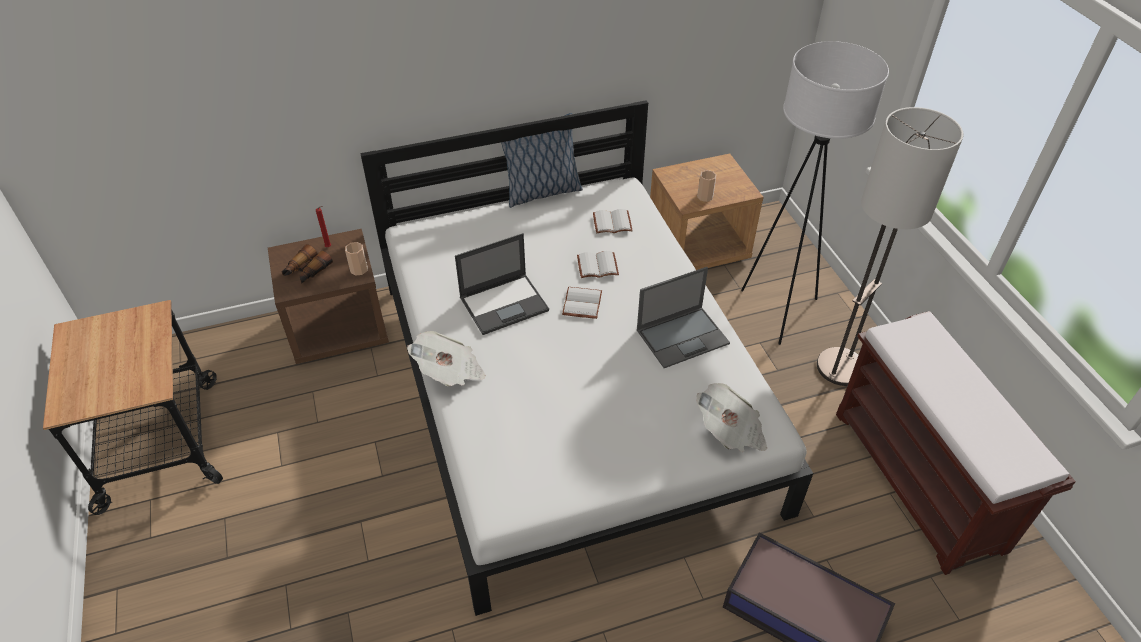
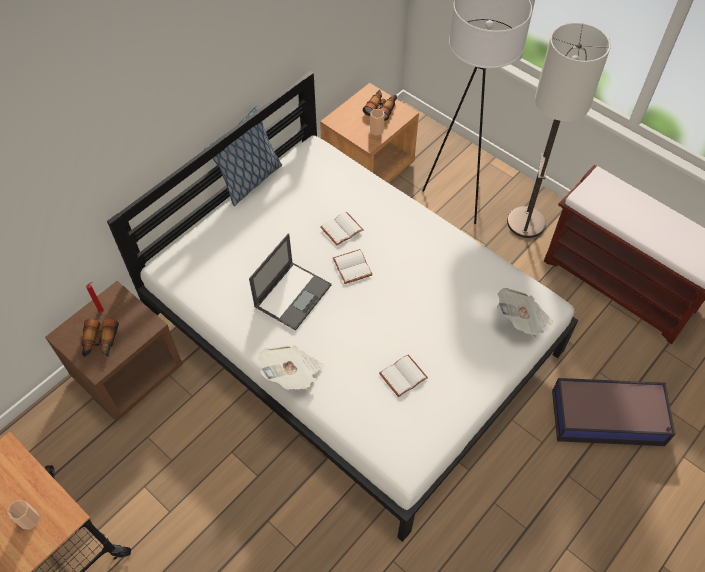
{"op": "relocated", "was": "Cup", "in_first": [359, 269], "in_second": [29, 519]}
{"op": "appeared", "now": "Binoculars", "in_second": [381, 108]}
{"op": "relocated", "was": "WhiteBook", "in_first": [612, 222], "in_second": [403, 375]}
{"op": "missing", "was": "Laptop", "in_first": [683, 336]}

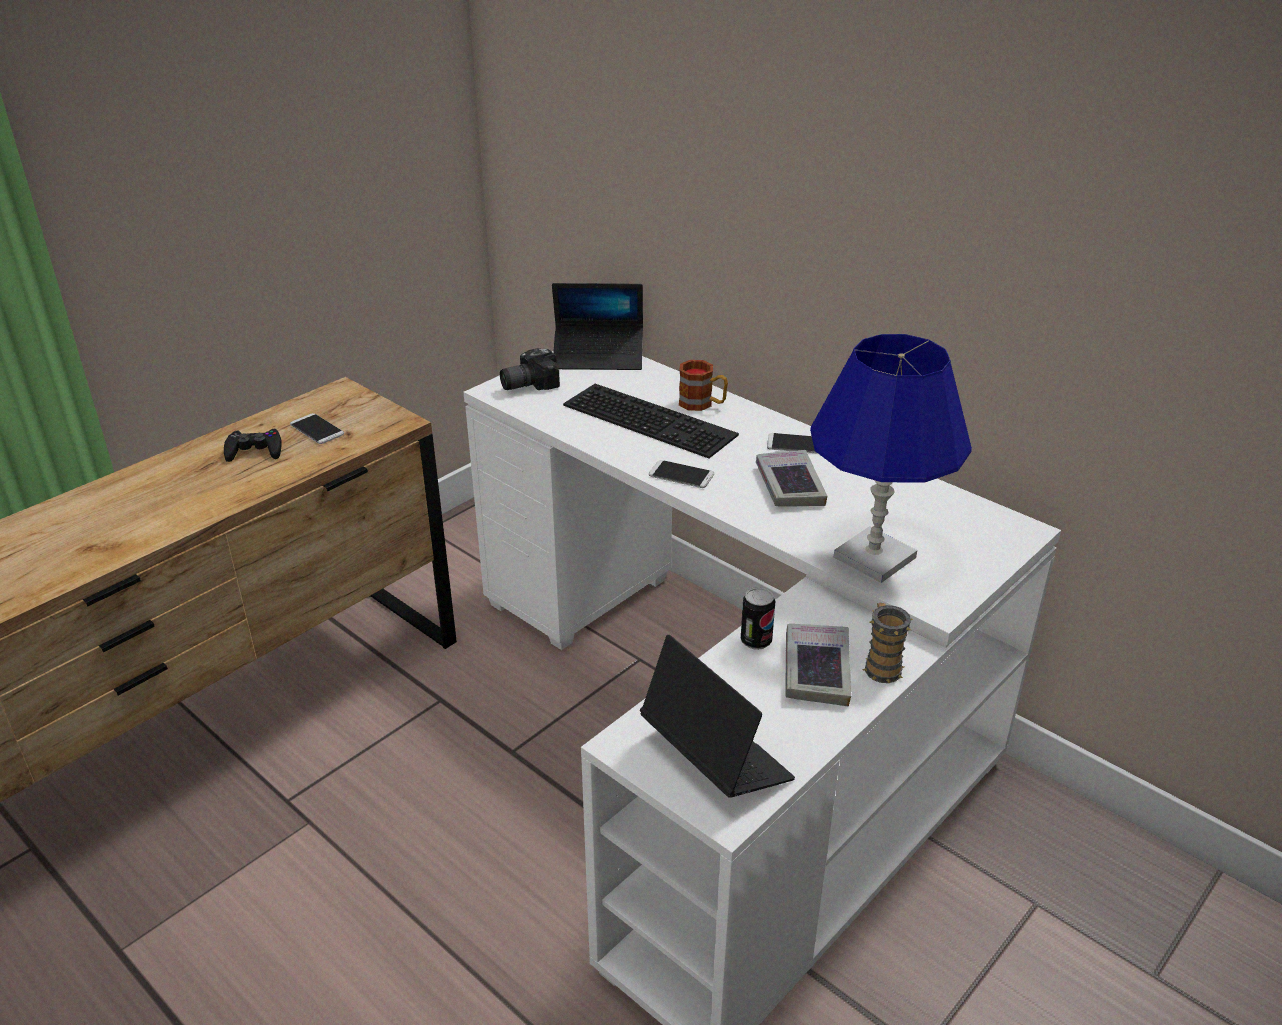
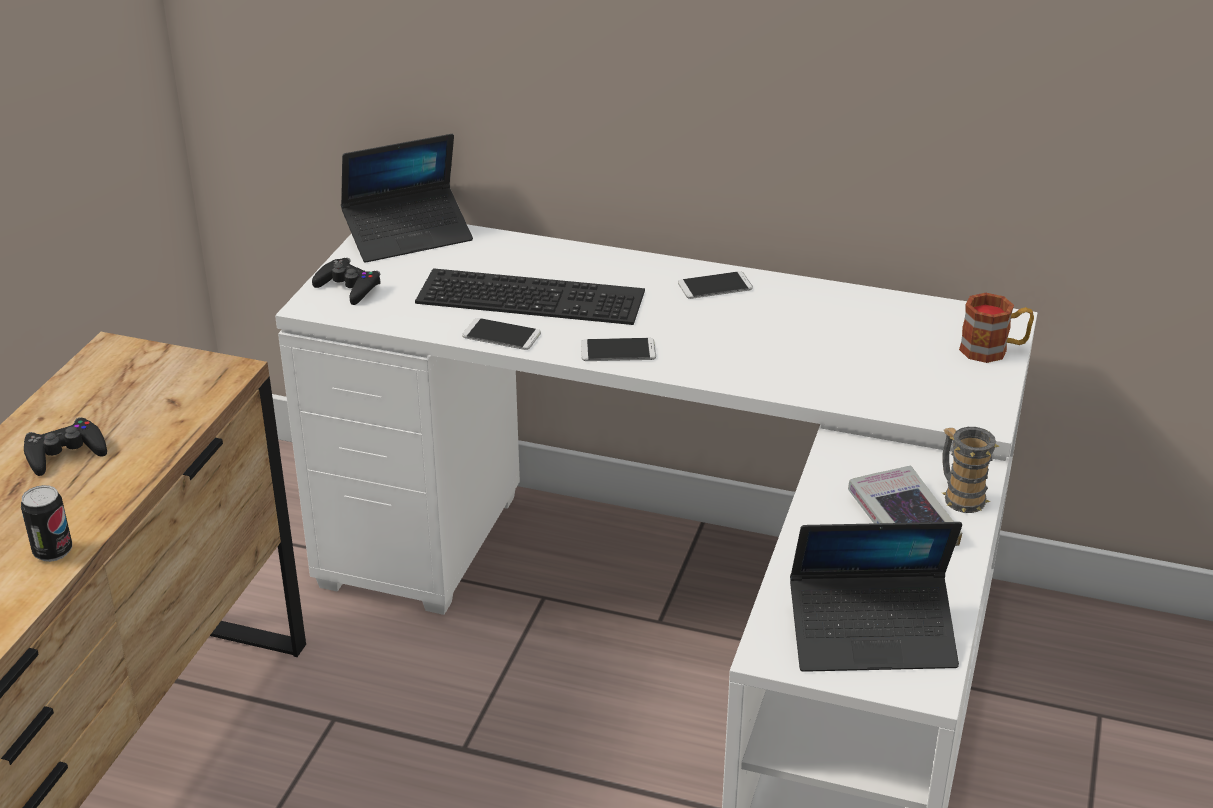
{"op": "relocated", "was": "Can", "in_first": [756, 641], "in_second": [53, 551]}
{"op": "exchanged", "was": "PhotoCamera", "now": "BlackGameController", "in_first": [527, 384], "in_second": [348, 287]}
{"op": "relocated", "was": "Phone", "in_first": [317, 429], "in_second": [501, 335]}
{"op": "spun", "was": "Laptop", "in_first": [715, 757], "in_second": [872, 635], "clockwise": 150}
{"op": "relocated", "was": "Mug", "in_first": [702, 404], "in_second": [993, 350]}
{"op": "missing", "was": "Book", "in_first": [789, 485]}
{"op": "missing", "was": "BlueTableLamp", "in_first": [873, 557]}

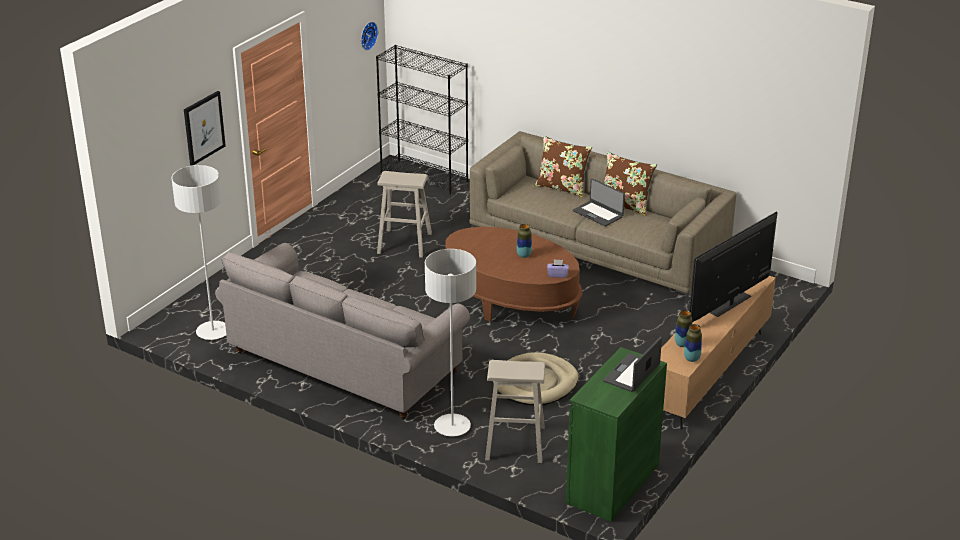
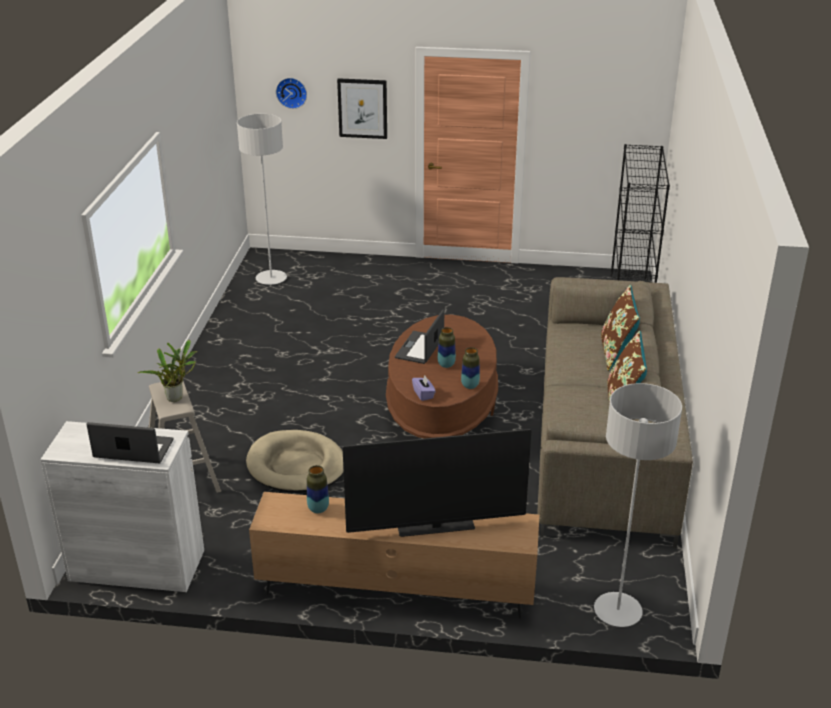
{"op": "colour", "was": "GreenCabinet", "now": "WhiteCabinet", "in_first": [613, 483], "in_second": [137, 565]}
{"op": "appeared", "now": "PottedPlant", "in_second": [177, 397]}
{"op": "relocated", "was": "WallClock", "in_first": [367, 35], "in_second": [292, 92]}
{"op": "spun", "was": "Television", "in_first": [730, 305], "in_second": [436, 528], "clockwise": 150}
{"op": "relocated", "was": "Laptop", "in_first": [598, 213], "in_second": [420, 348]}
{"op": "relocated", "was": "Vase", "in_first": [691, 359], "in_second": [470, 386]}
{"op": "relocated", "was": "GreyFloorLamp", "in_first": [452, 426], "in_second": [617, 611]}
{"op": "missing", "was": "GreySofa", "in_first": [345, 362]}
{"op": "missing", "was": "BeigeStool", "in_first": [405, 243]}

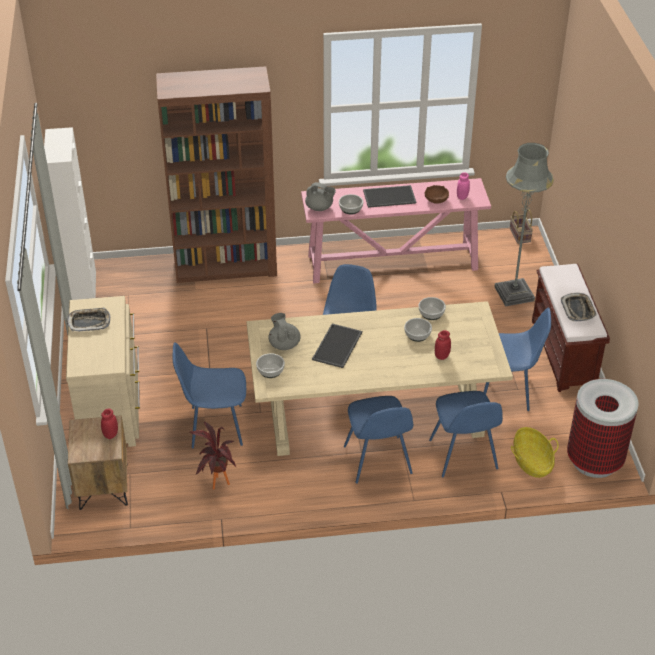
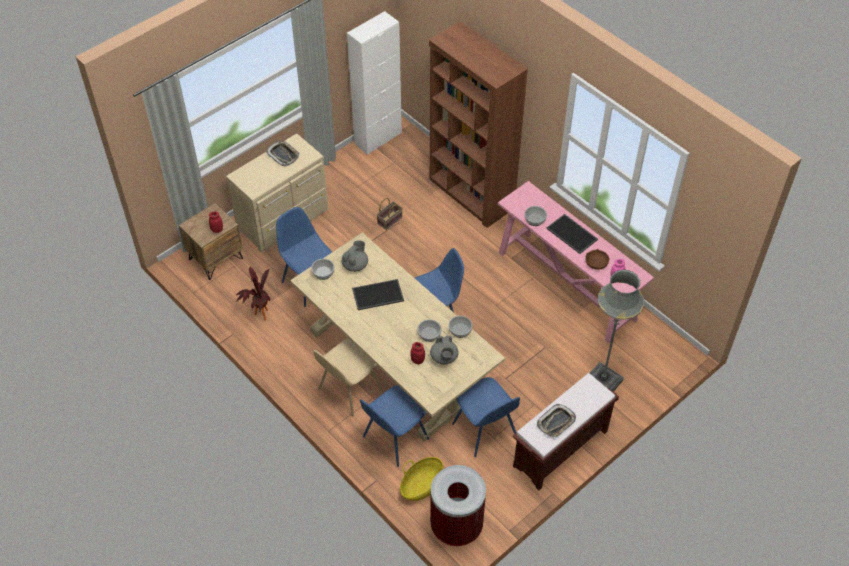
{"op": "colour", "was": "BlueChair", "now": "BeigeChair", "in_first": [378, 461], "in_second": [349, 390]}
{"op": "relocated", "was": "Basket", "in_first": [519, 235], "in_second": [389, 220]}
{"op": "relocated", "was": "GreyTeapot", "in_first": [319, 208], "in_second": [444, 357]}

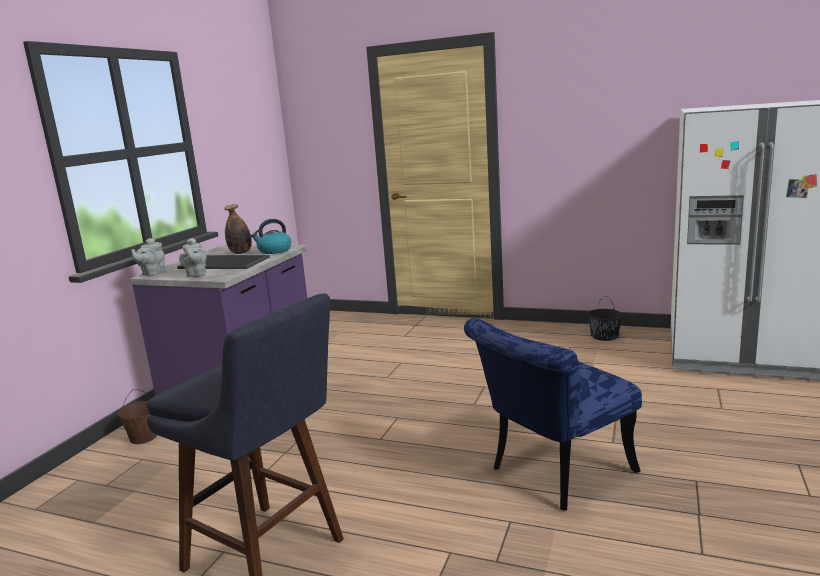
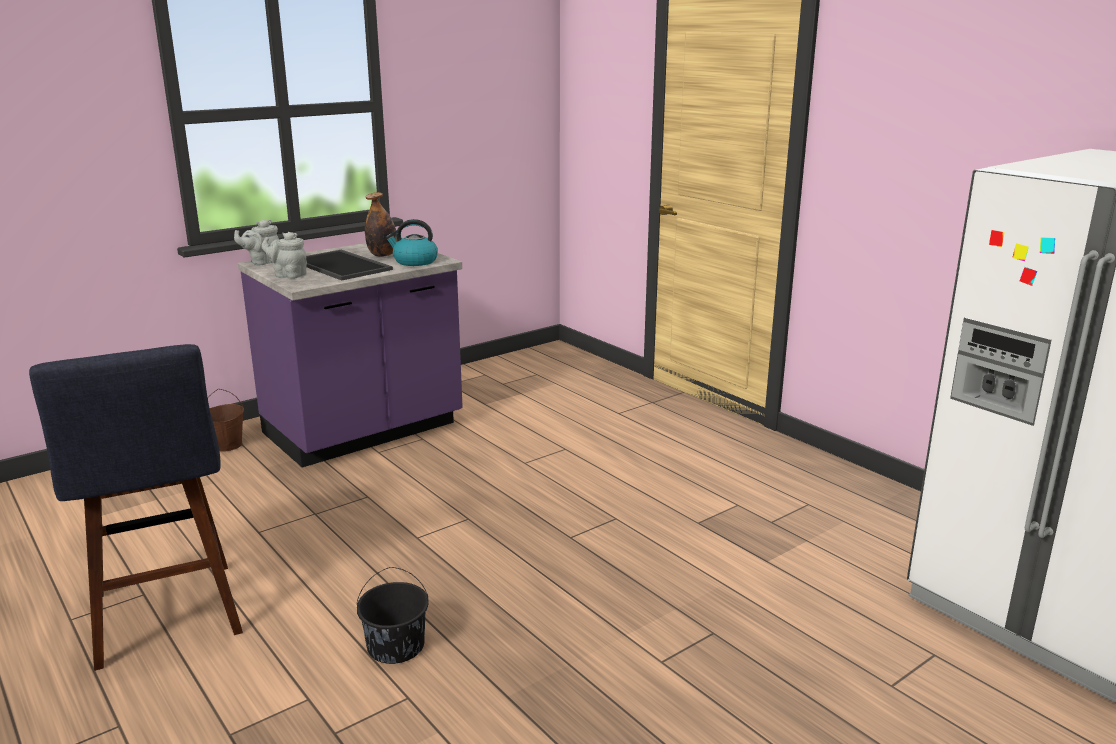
{"op": "spun", "was": "GreyTeapot", "in_first": [196, 275], "in_second": [288, 275], "clockwise": 90}
{"op": "relocated", "was": "BlackBucket", "in_first": [604, 336], "in_second": [395, 646]}
{"op": "missing", "was": "BlueChair", "in_first": [552, 473]}

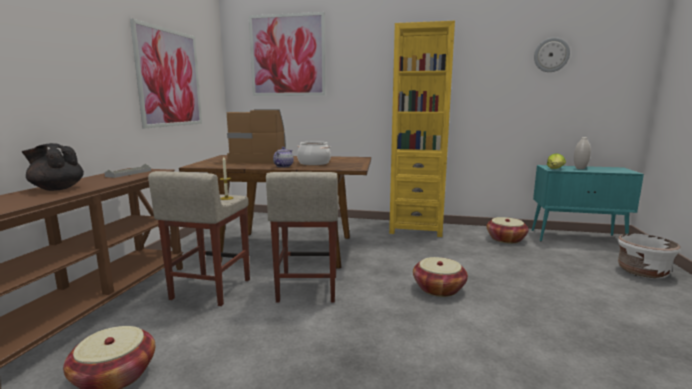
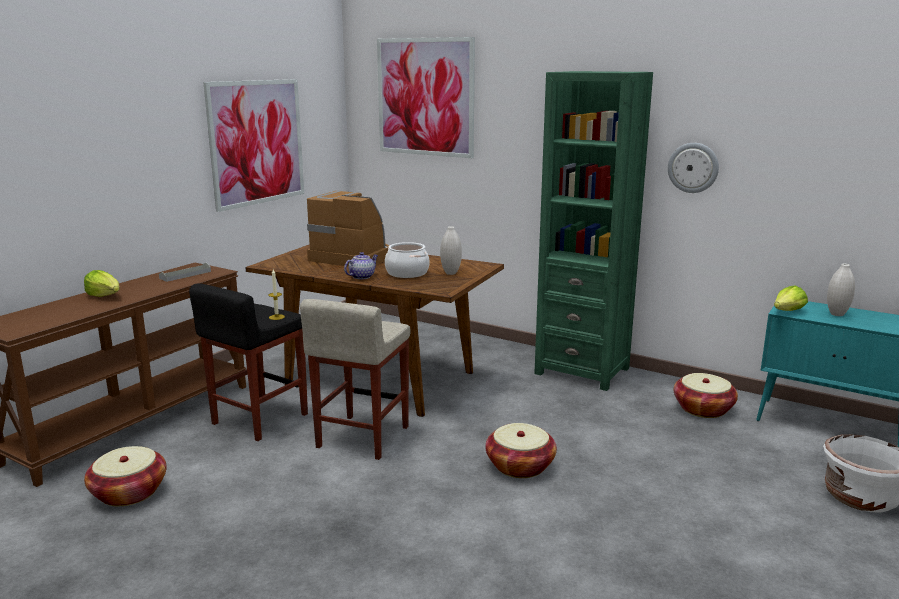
{"op": "exchanged", "was": "BlackTeapot", "now": "Lettuce", "in_first": [57, 188], "in_second": [105, 296]}
{"op": "colour", "was": "BeigeStool", "now": "BlackStool", "in_first": [210, 289], "in_second": [259, 419]}
{"op": "appeared", "now": "WhiteVase", "in_second": [451, 273]}
{"op": "colour", "was": "YellowBookcase", "now": "GreenBookcase", "in_first": [416, 228], "in_second": [582, 371]}
{"op": "relocated", "was": "WallClock", "in_first": [551, 55], "in_second": [693, 167]}

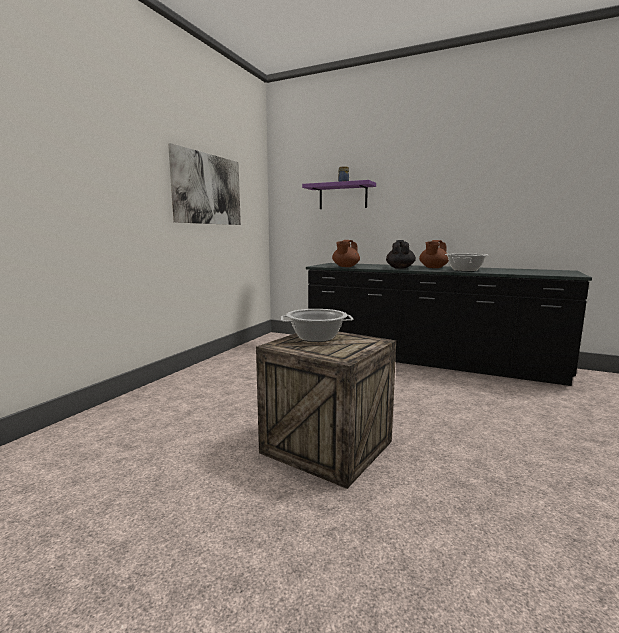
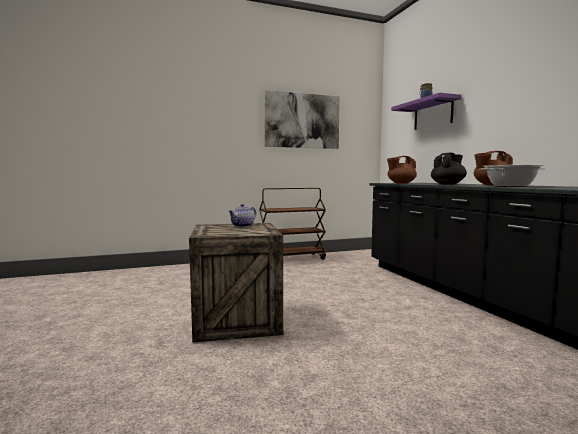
{"op": "exchanged", "was": "CookingPot", "now": "Teapot", "in_first": [316, 337], "in_second": [243, 226]}
{"op": "appeared", "now": "BrownCart", "in_second": [292, 258]}

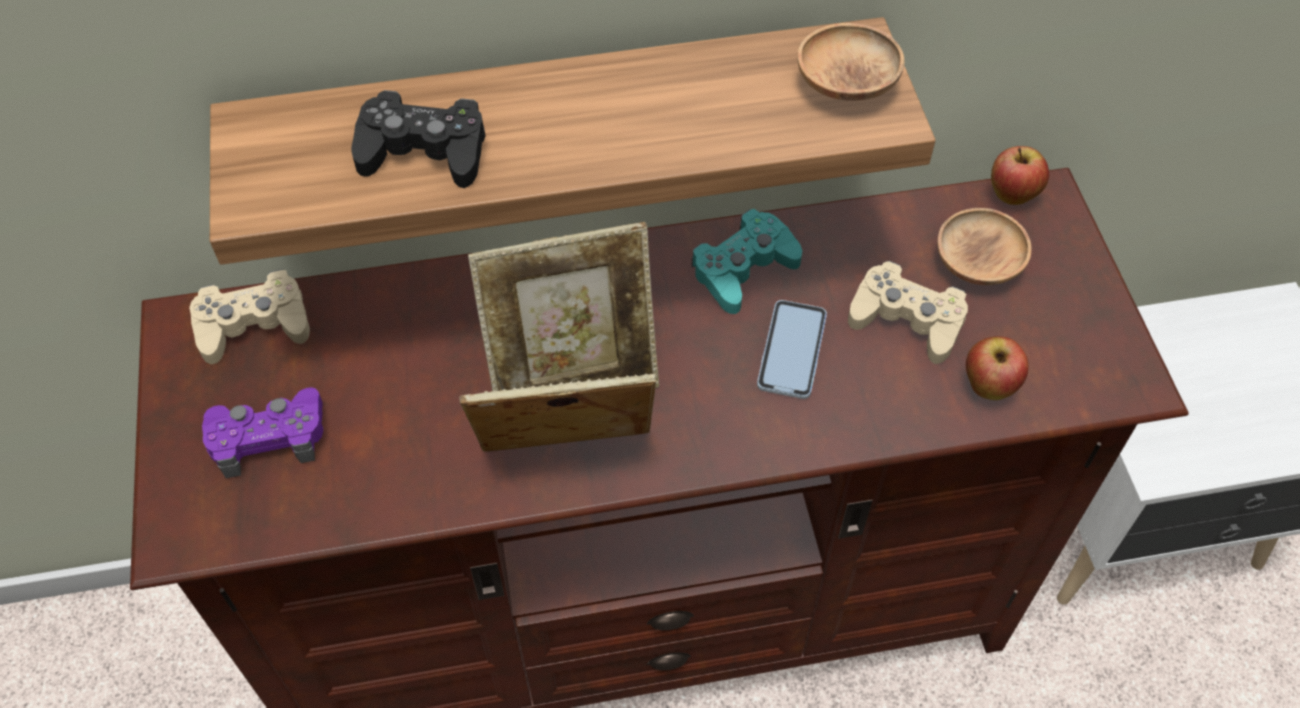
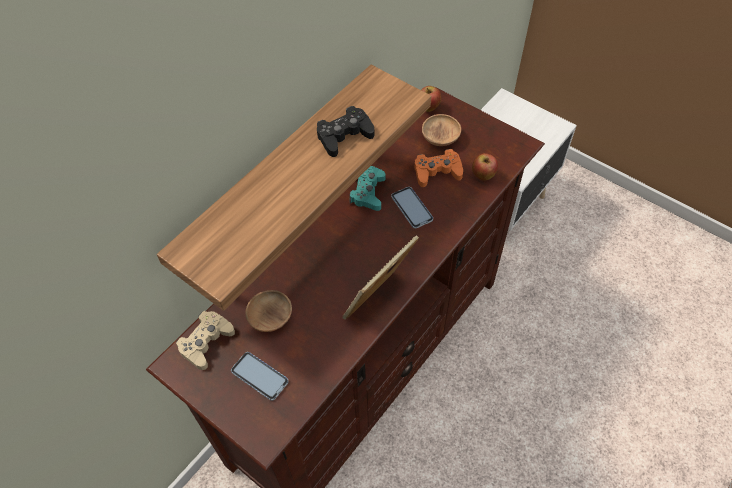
{"op": "exchanged", "was": "PurpleGameController", "now": "Phone", "in_first": [269, 437], "in_second": [259, 376]}
{"op": "relocated", "was": "BrownBowl", "in_first": [846, 84], "in_second": [270, 317]}
{"op": "relocated", "was": "BlackGameController", "in_first": [423, 151], "in_second": [344, 136]}
{"op": "colour", "was": "BeigeGameController", "now": "OrangeGameController", "in_first": [906, 319], "in_second": [437, 172]}
{"op": "missing", "was": "PictureFrame", "in_first": [573, 378]}

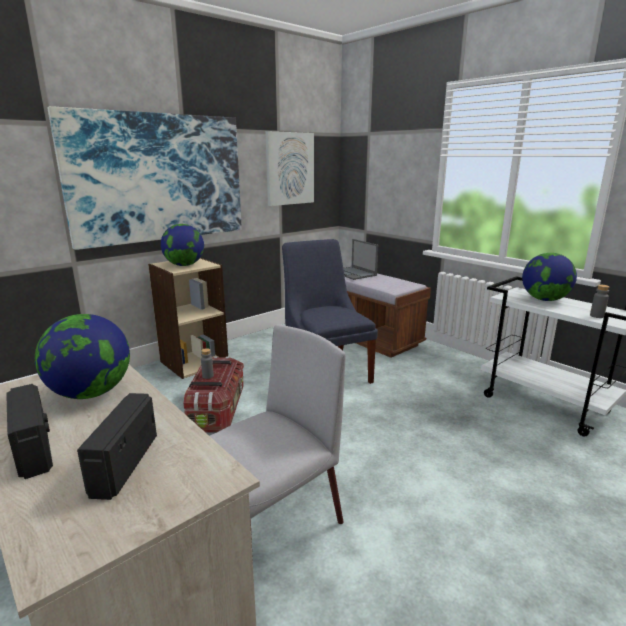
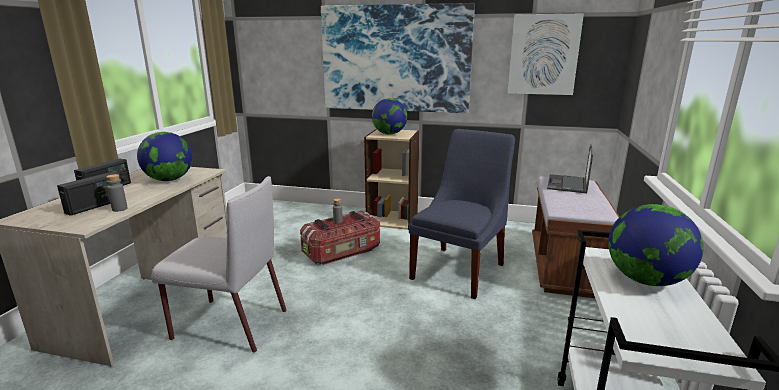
{"op": "spun", "was": "Radio", "in_first": [124, 464], "in_second": [96, 206], "clockwise": 150}
{"op": "relocated", "was": "GreyBottle", "in_first": [596, 316], "in_second": [119, 209]}

